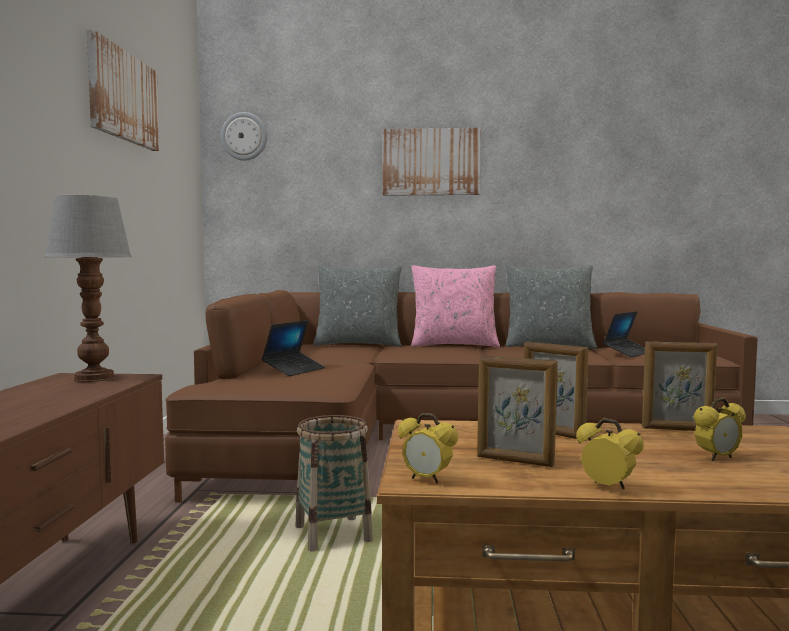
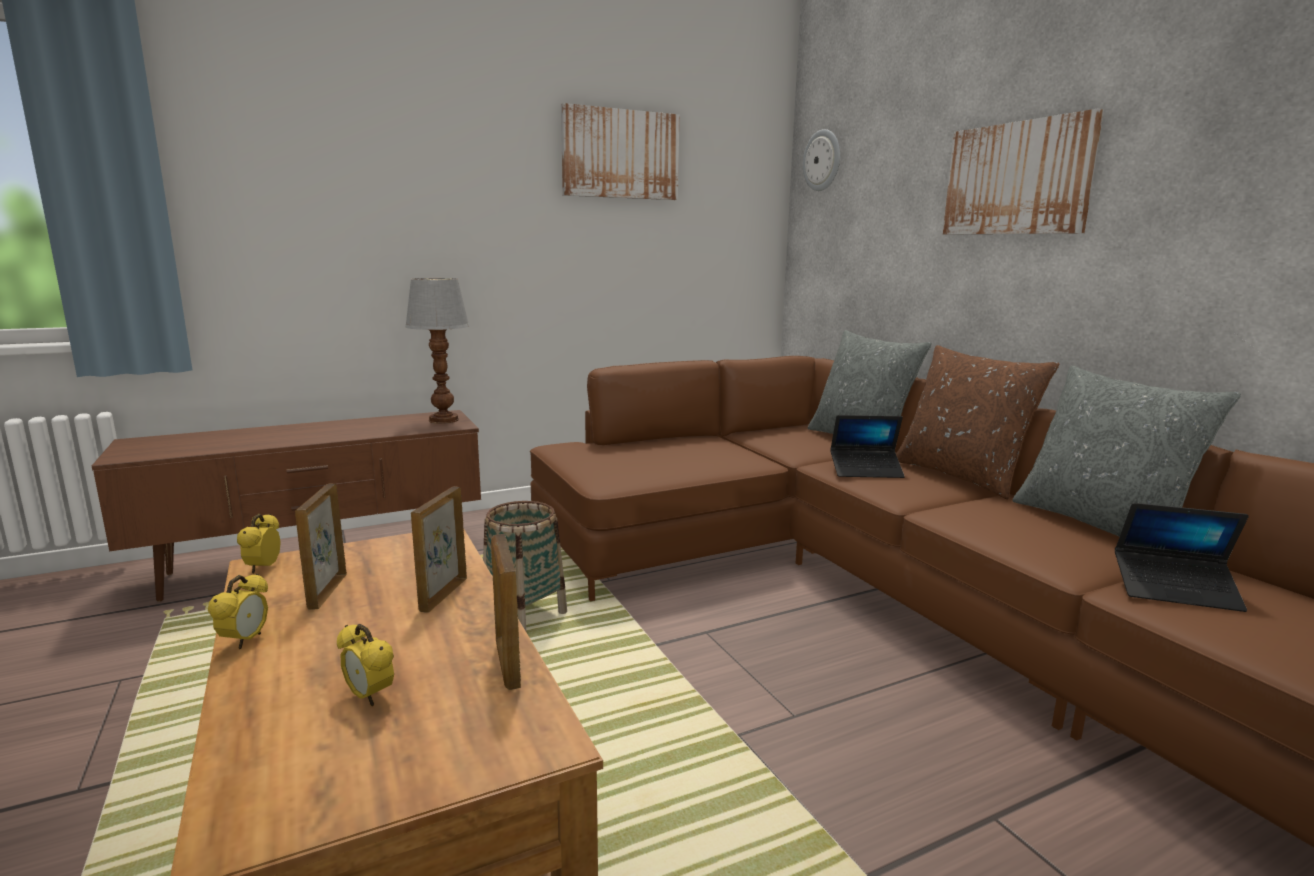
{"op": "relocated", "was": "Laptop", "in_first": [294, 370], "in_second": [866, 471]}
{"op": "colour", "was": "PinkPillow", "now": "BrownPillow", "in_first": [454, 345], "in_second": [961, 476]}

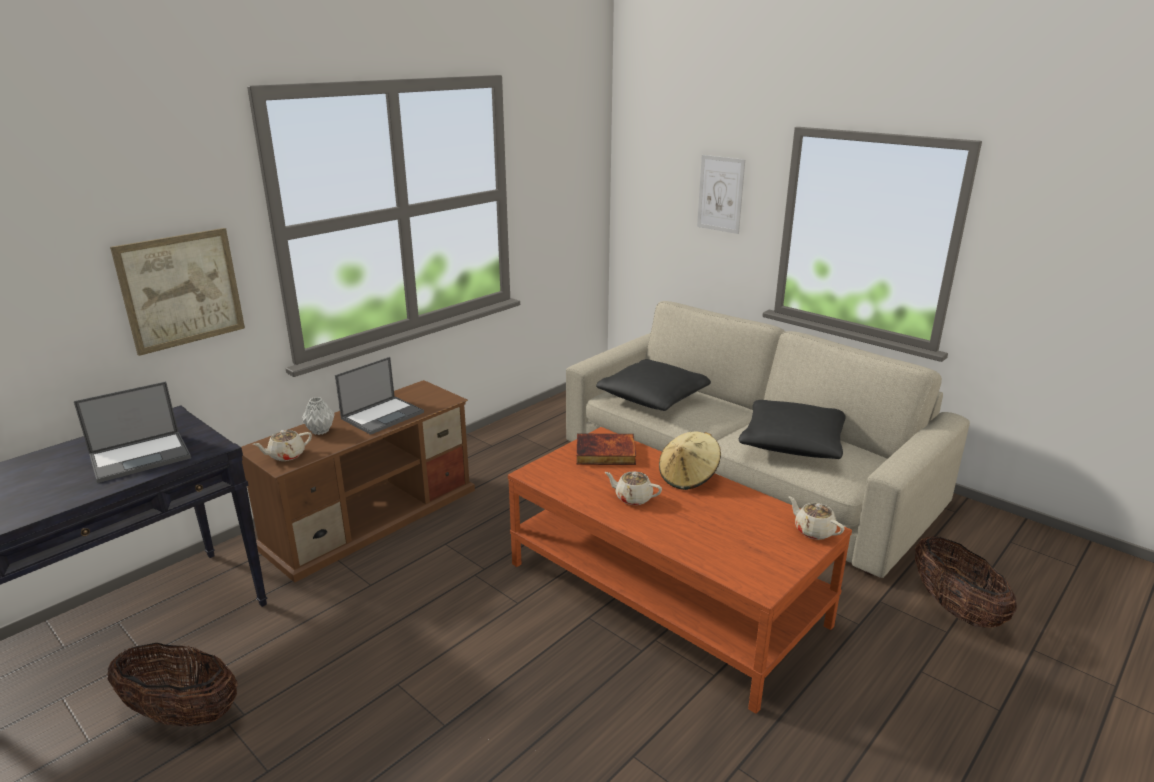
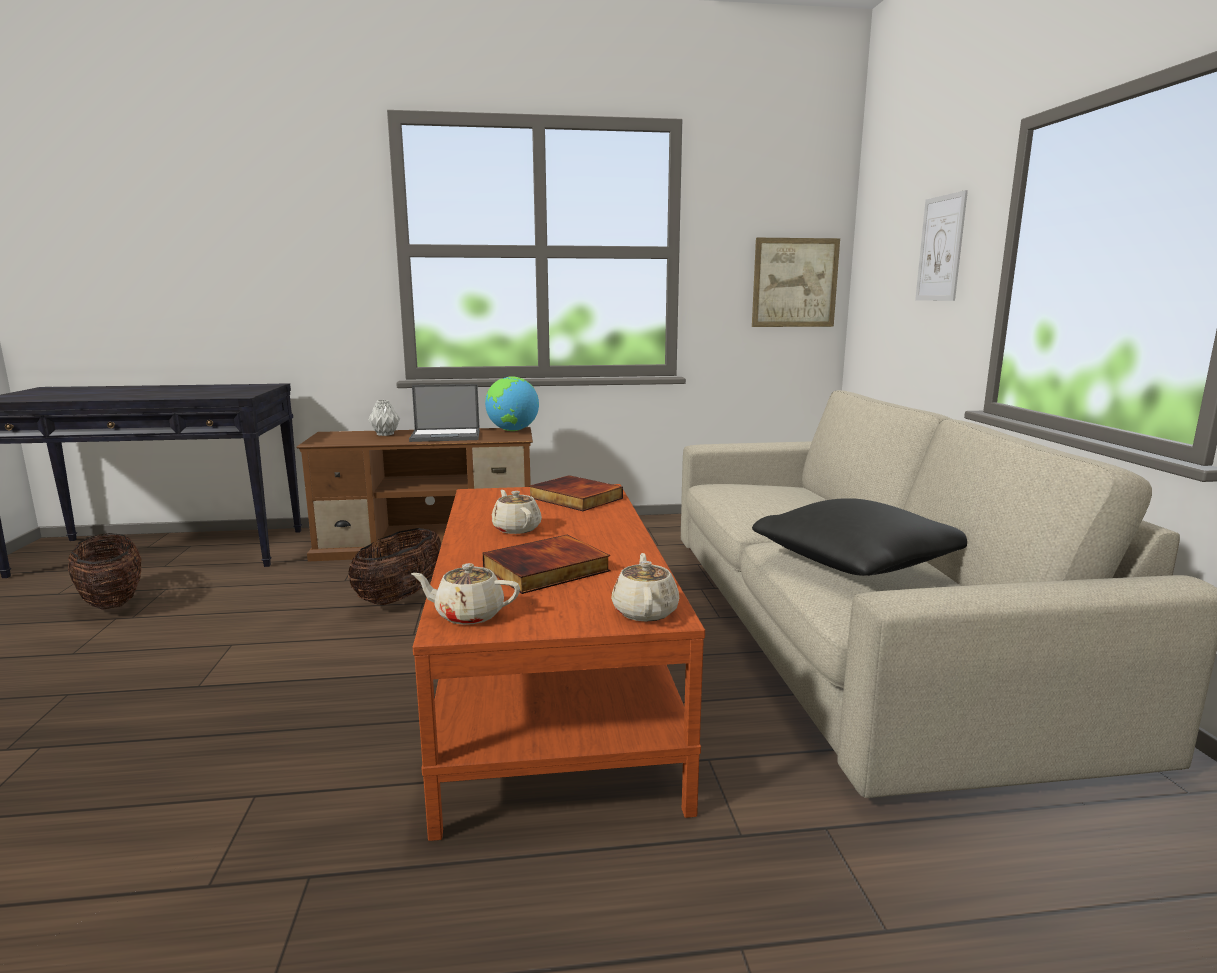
{"op": "relocated", "was": "Basket", "in_first": [954, 608], "in_second": [400, 596]}
{"op": "relocated", "was": "BeigeTeapot", "in_first": [286, 455], "in_second": [468, 615]}
{"op": "appeared", "now": "Book", "in_second": [546, 570]}
{"op": "appeared", "now": "Globe", "in_second": [512, 430]}
{"op": "relocated", "was": "Picture", "in_first": [181, 290], "in_second": [794, 283]}
{"op": "missing", "was": "Laptop", "in_first": [141, 456]}
{"op": "missing", "was": "BlackPillow", "in_first": [653, 398]}
{"op": "missing", "was": "BeigeHat", "in_first": [688, 477]}

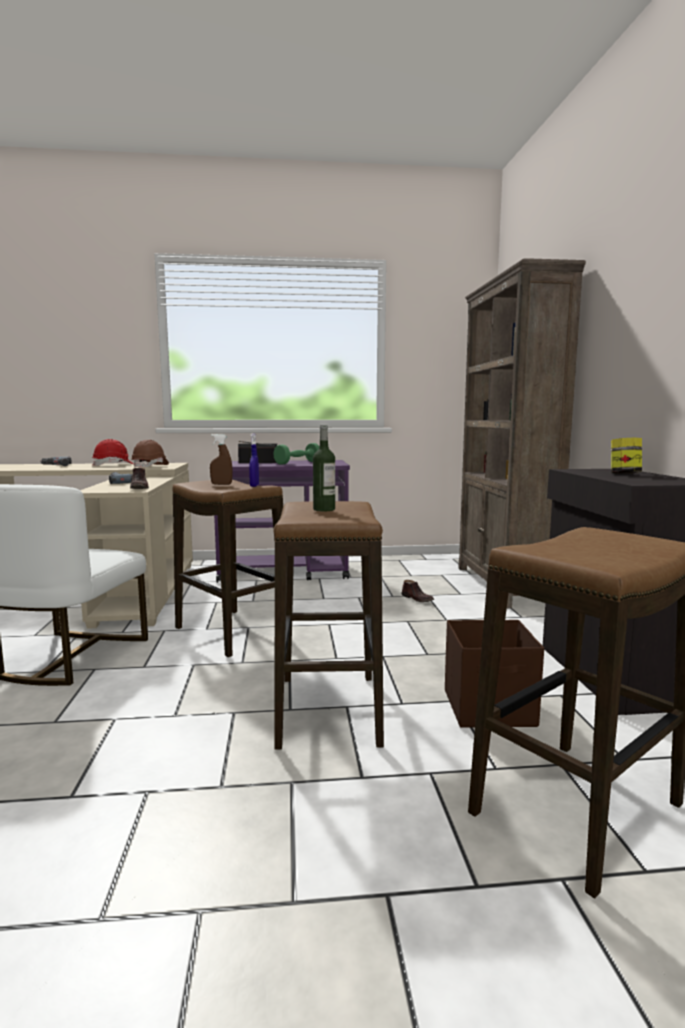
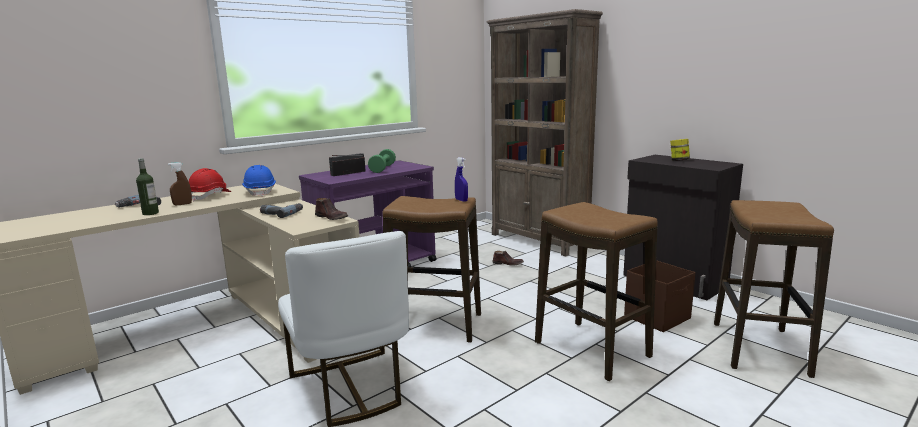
{"op": "relocated", "was": "Bottle", "in_first": [324, 509], "in_second": [150, 213]}
{"op": "relocated", "was": "BrownSprayBottle", "in_first": [221, 484], "in_second": [182, 204]}
{"op": "colour", "was": "BrownHardHat", "now": "BlueHardHat", "in_first": [150, 466], "in_second": [260, 192]}

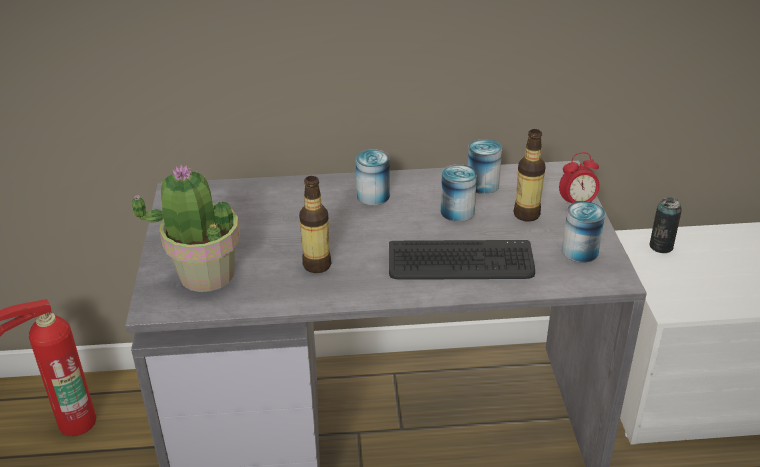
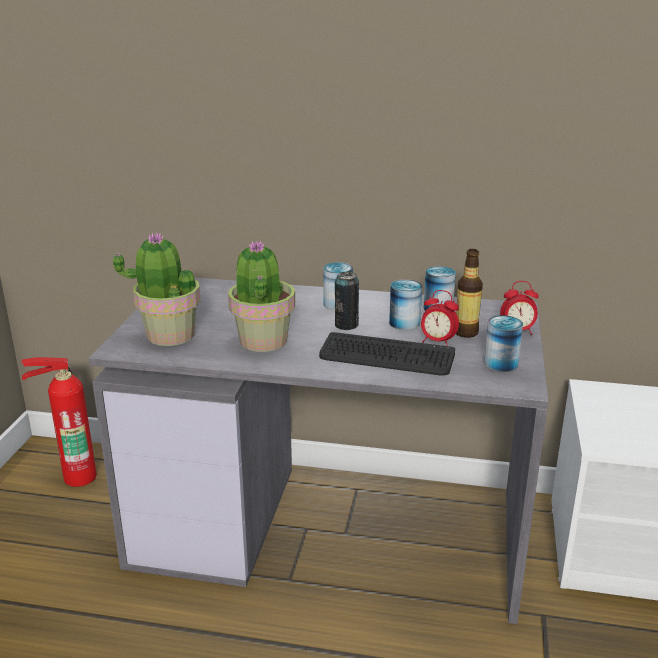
{"op": "exchanged", "was": "Bottle", "now": "PottedPlant", "in_first": [317, 265], "in_second": [263, 341]}
{"op": "relocated", "was": "Can", "in_first": [661, 246], "in_second": [346, 325]}
{"op": "appeared", "now": "AlarmClock", "in_second": [437, 342]}

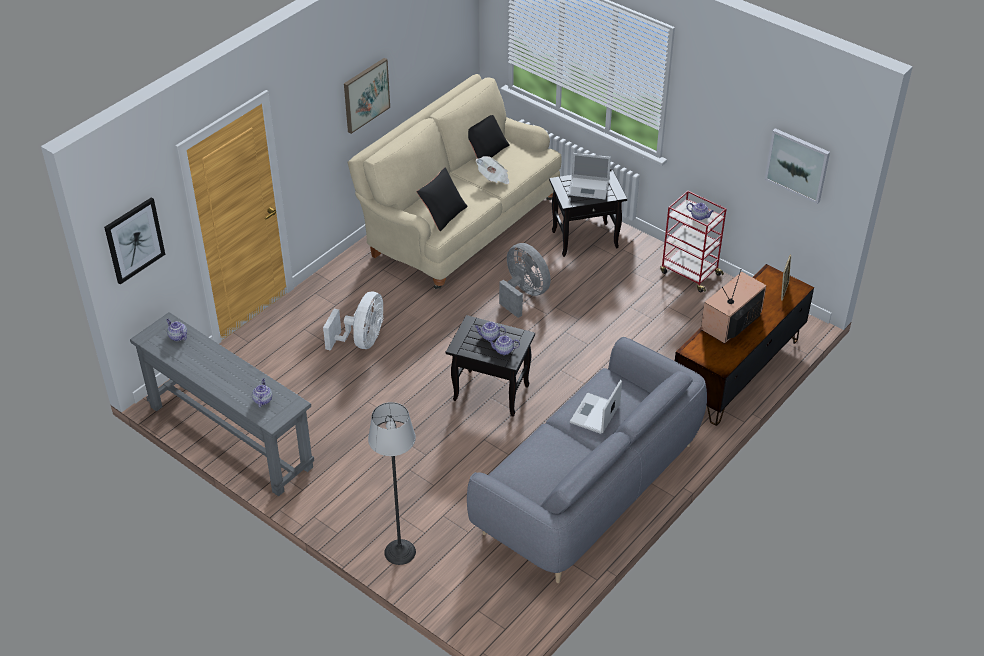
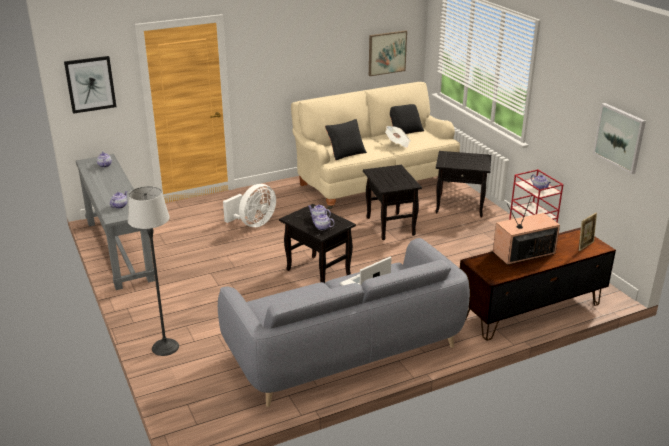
{"op": "exchanged", "was": "GreyFan", "now": "BlackSideTable", "in_first": [523, 294], "in_second": [389, 226]}
{"op": "relocated", "was": "Picture", "in_first": [366, 95], "in_second": [387, 53]}
{"op": "missing", "was": "Laptop", "in_first": [589, 188]}

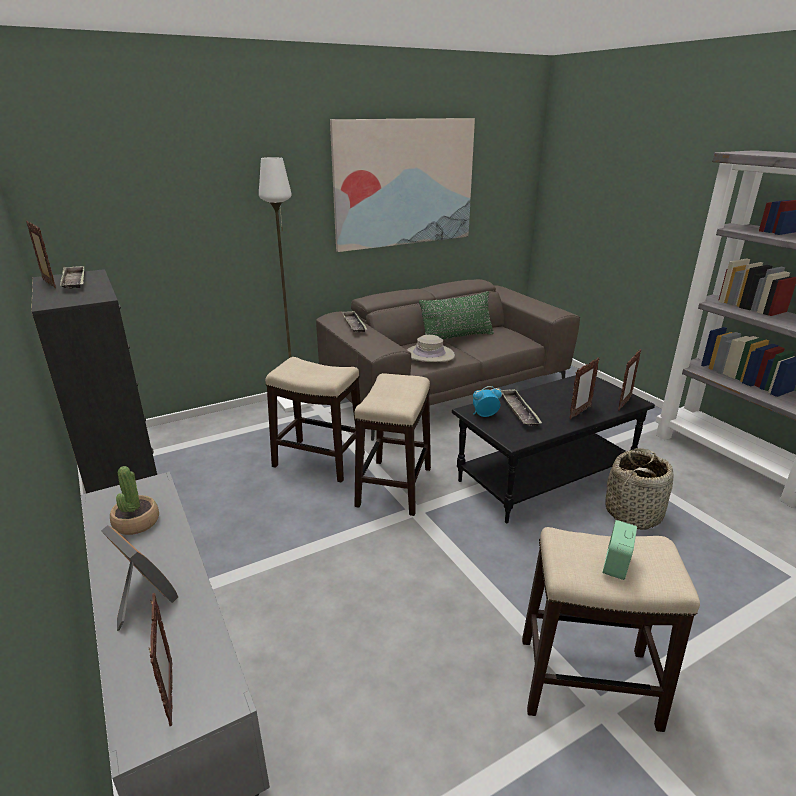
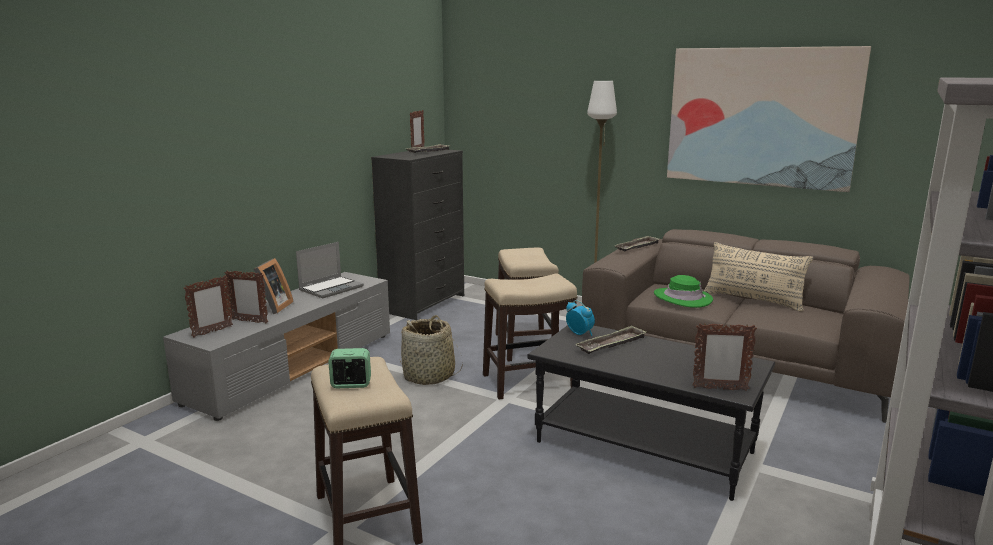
{"op": "relocated", "was": "PictureFrame", "in_first": [579, 413], "in_second": [249, 321]}
{"op": "exchanged", "was": "PottedPlant", "now": "Laptop", "in_first": [136, 522], "in_second": [331, 288]}
{"op": "relocated", "was": "Basket", "in_first": [633, 513], "in_second": [429, 376]}
{"op": "colour", "was": "BeigeHat", "now": "GreenHat", "in_first": [429, 355], "in_second": [682, 298]}
{"op": "colour", "was": "GreenPillow", "now": "BeigePillow", "in_first": [456, 337], "in_second": [753, 300]}

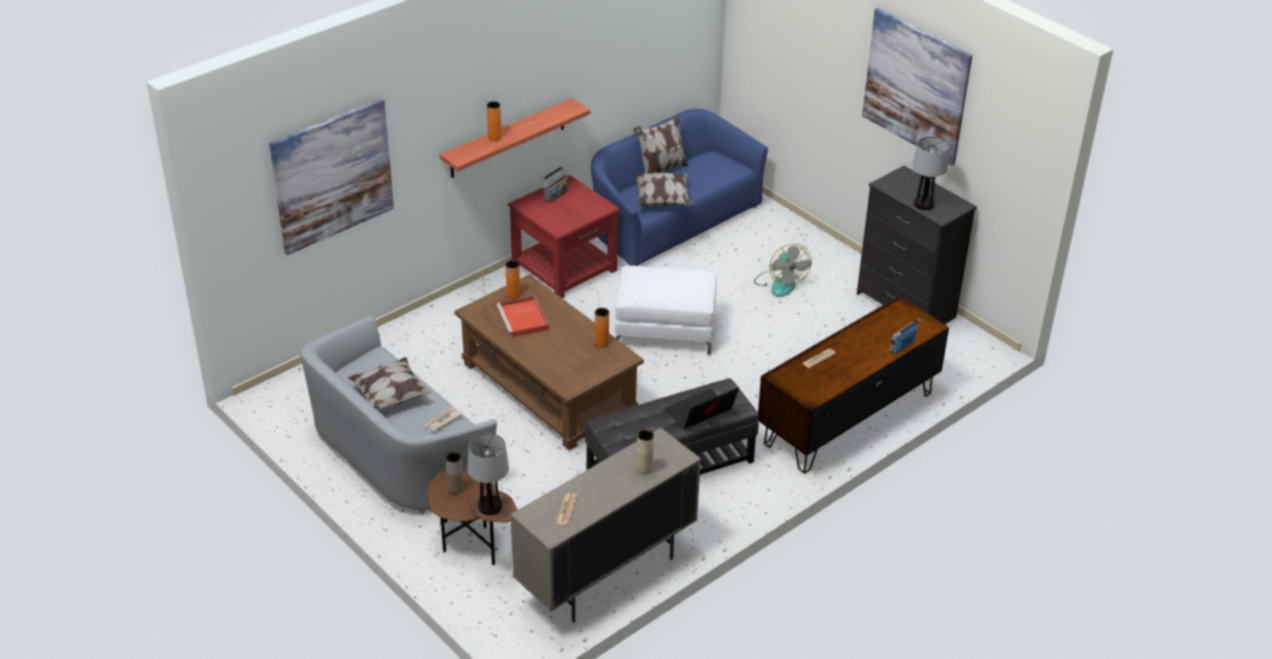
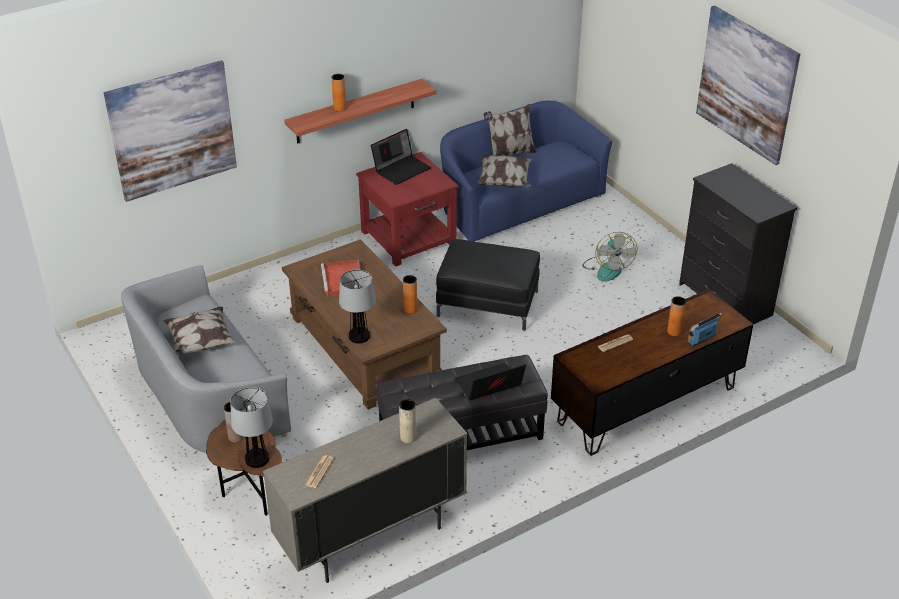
{"op": "relocated", "was": "TableLamp", "in_first": [924, 204], "in_second": [359, 336]}
{"op": "exchanged", "was": "Radio", "now": "Laptop", "in_first": [555, 195], "in_second": [401, 169]}
{"op": "colour", "was": "WhiteOttoman", "now": "BlackOttoman", "in_first": [665, 330], "in_second": [487, 303]}
{"op": "relocated", "was": "OrangeVase", "in_first": [513, 295], "in_second": [674, 332]}
{"op": "missing", "was": "Newspaper", "in_first": [442, 420]}

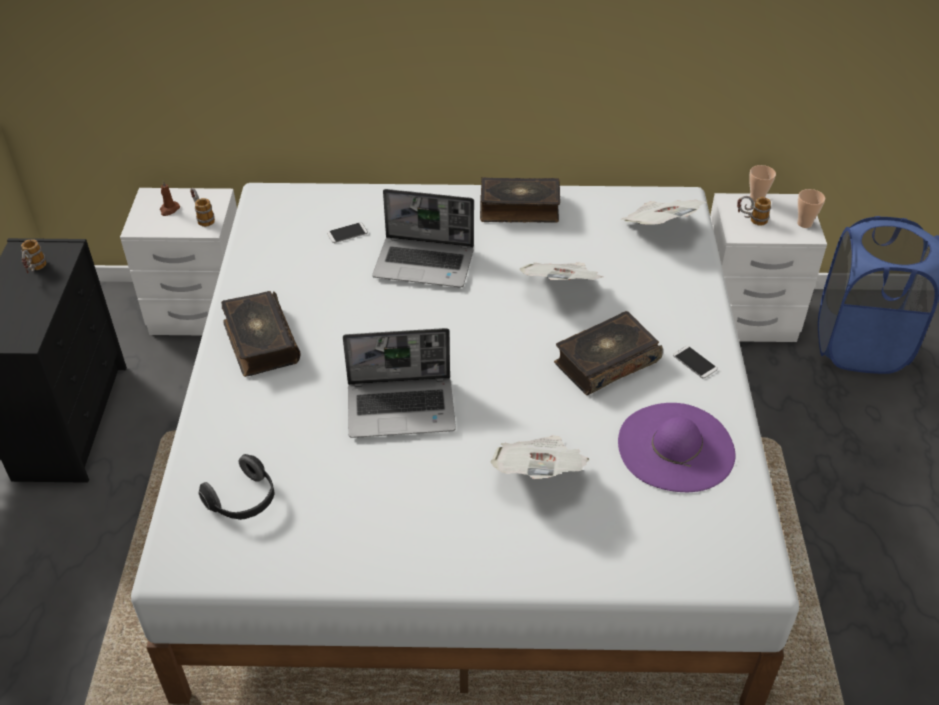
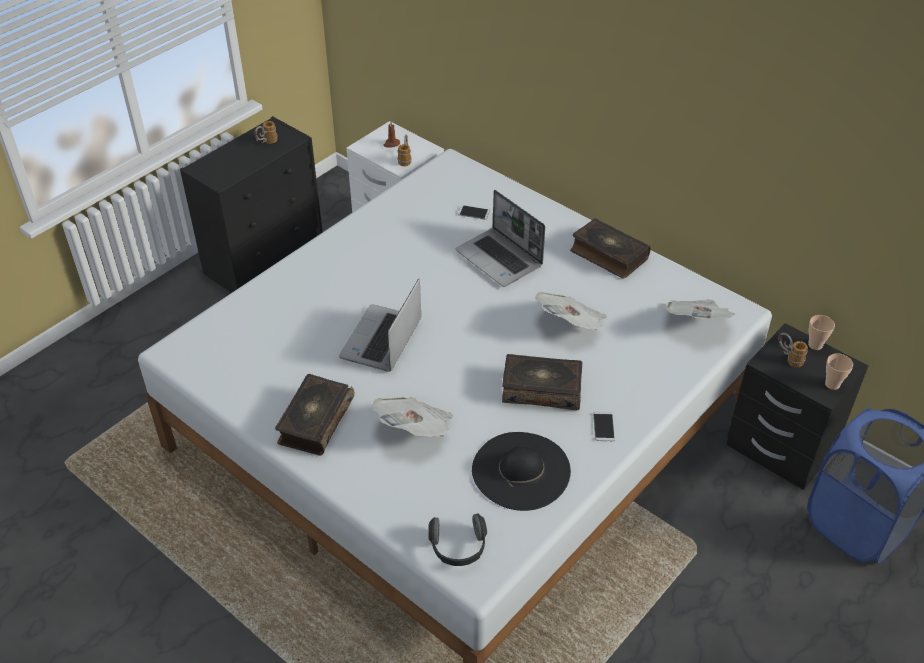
{"op": "relocated", "was": "Book", "in_first": [260, 342], "in_second": [315, 421]}
{"op": "spun", "was": "Laptop", "in_first": [402, 408], "in_second": [382, 340], "clockwise": 75}
{"op": "relocated", "was": "Headphones", "in_first": [243, 501], "in_second": [458, 548]}
{"op": "colour", "was": "PurpleHat", "now": "BlackHat", "in_first": [675, 447], "in_second": [521, 470]}
{"op": "colour", "was": "WhiteNightstand", "now": "BlackNightstand", "in_first": [745, 317], "in_second": [780, 447]}

